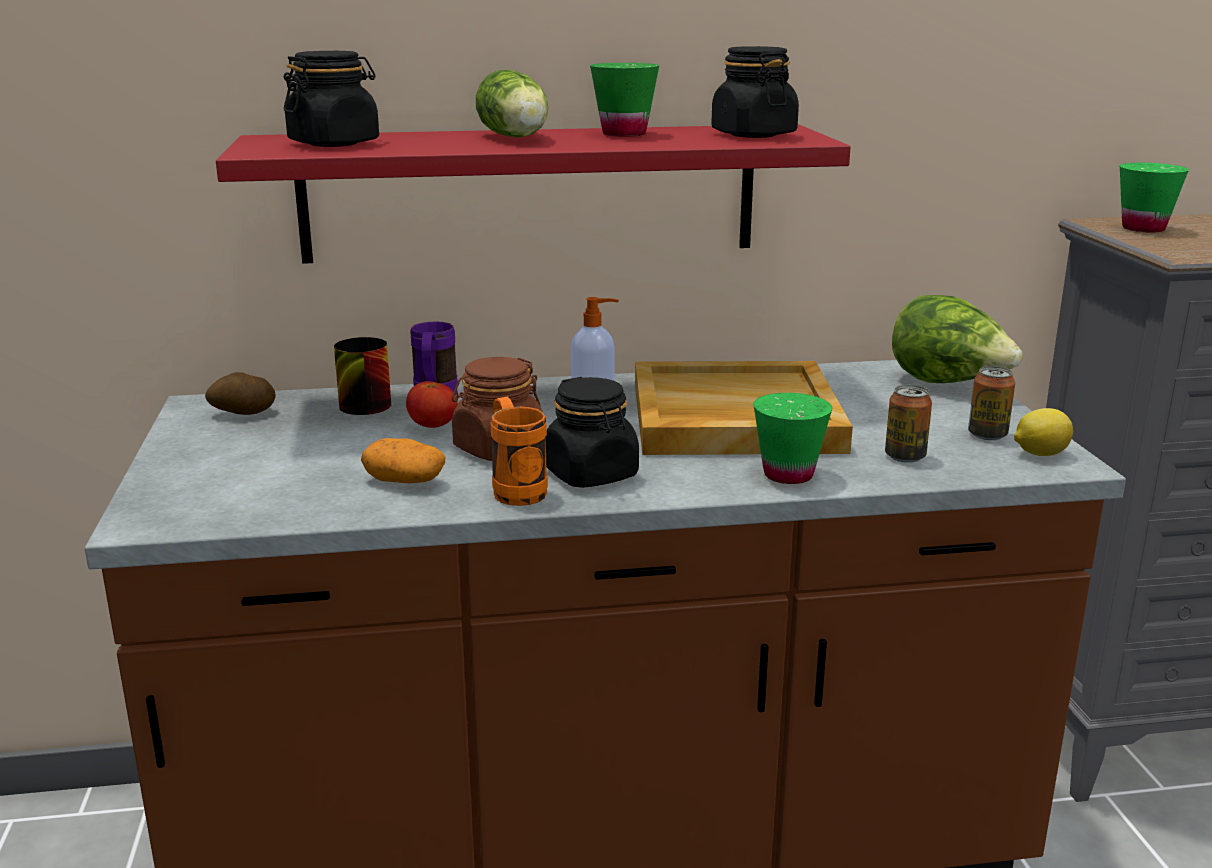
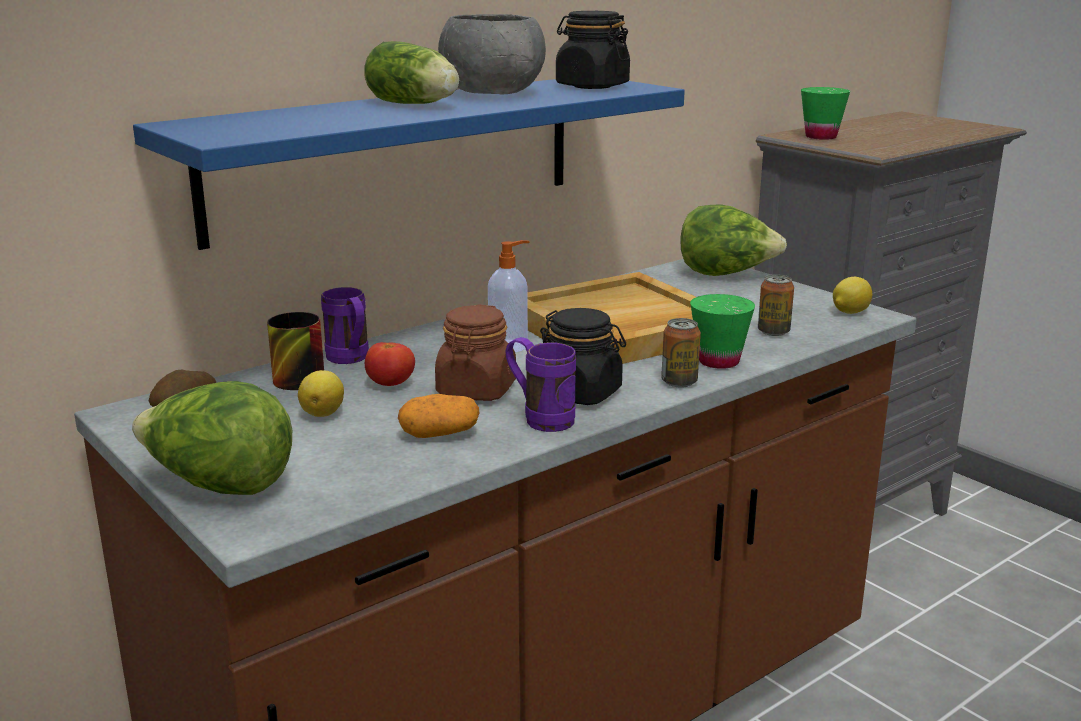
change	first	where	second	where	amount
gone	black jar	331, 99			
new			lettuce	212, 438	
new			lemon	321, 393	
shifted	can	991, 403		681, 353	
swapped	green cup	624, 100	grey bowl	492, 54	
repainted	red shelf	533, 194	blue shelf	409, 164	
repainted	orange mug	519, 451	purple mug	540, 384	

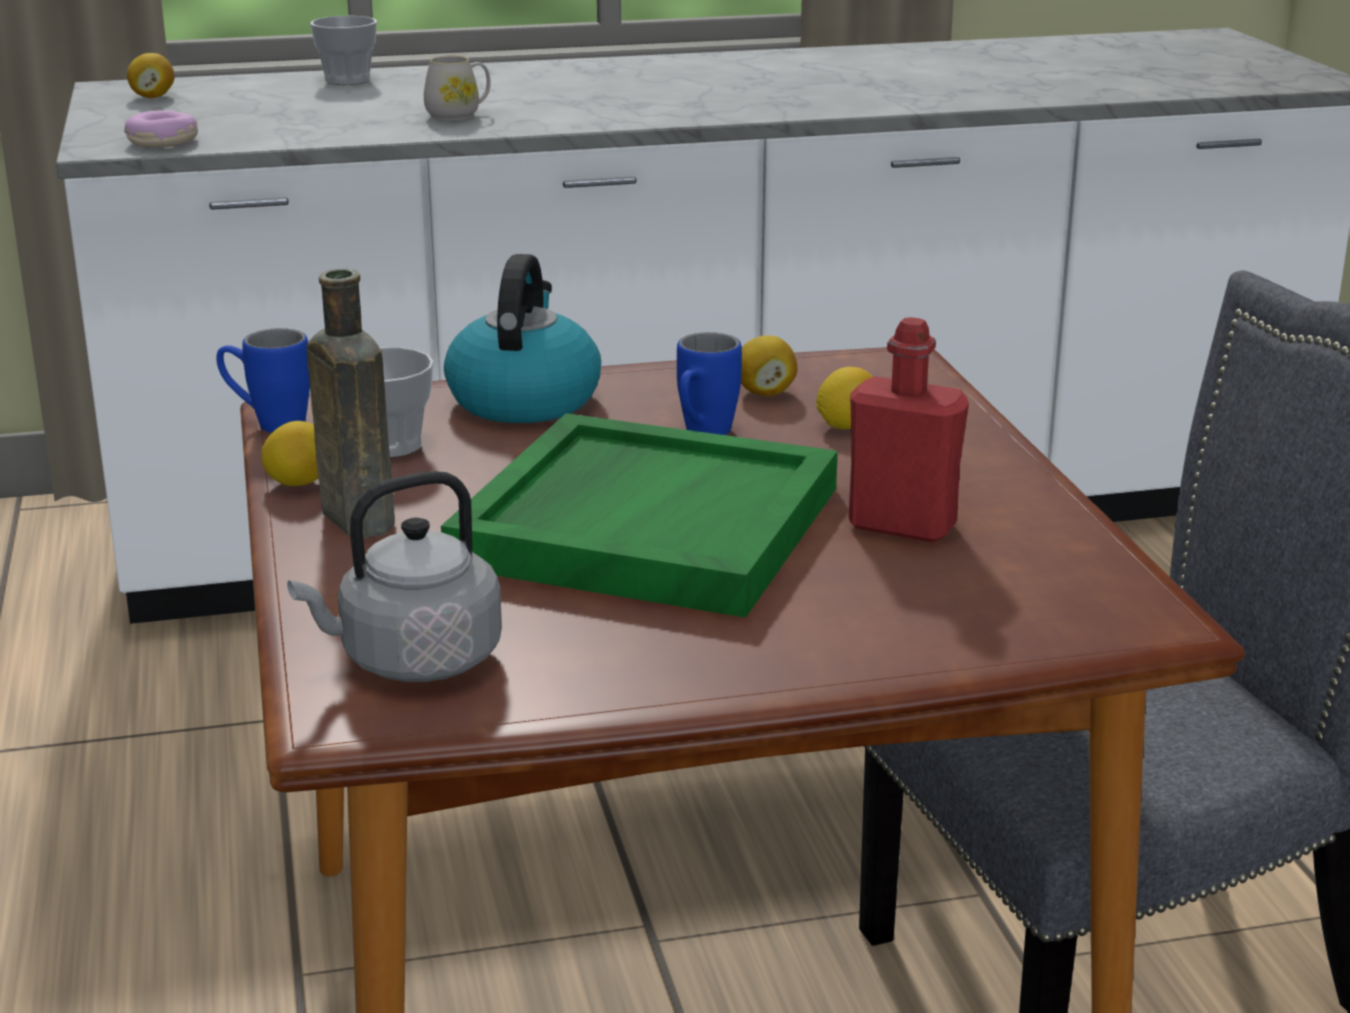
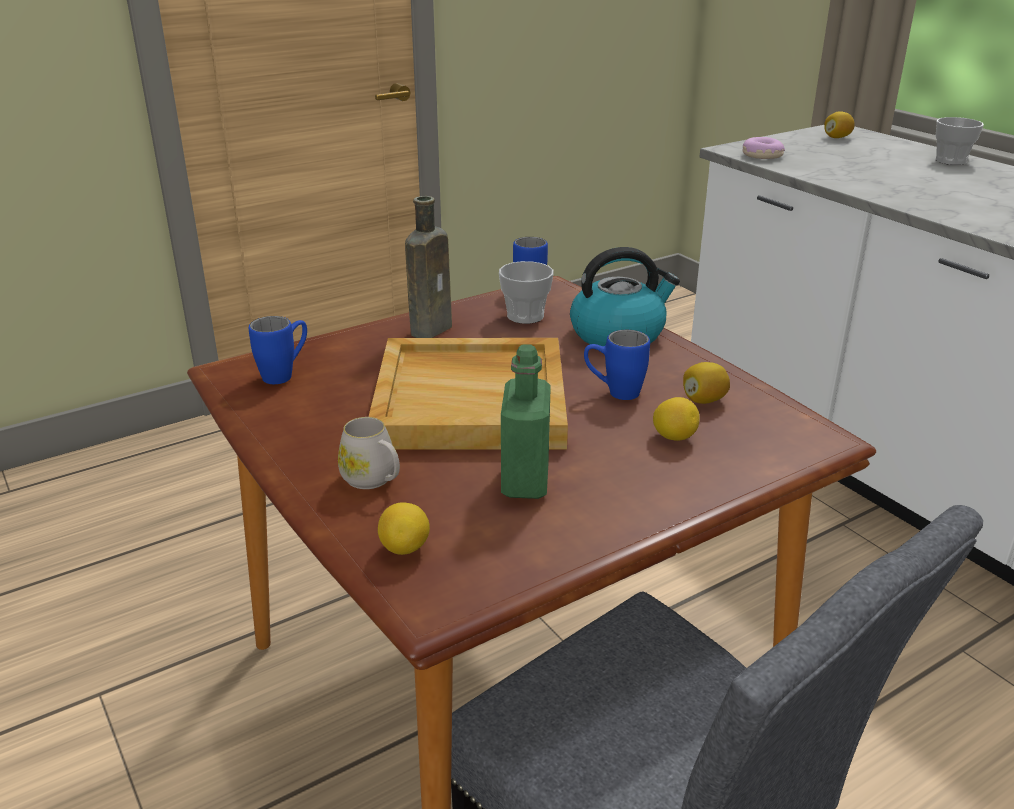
change	first	where	second	where	amount
shifted	lemon	289, 453		404, 528	
shifted	white mug	457, 88		369, 453	
swapped	grey kettle	394, 576	blue mug	278, 350	
repainted	green tray	639, 515	beige tray	468, 394	
repainted	red bottle	909, 430	green bottle	526, 421	

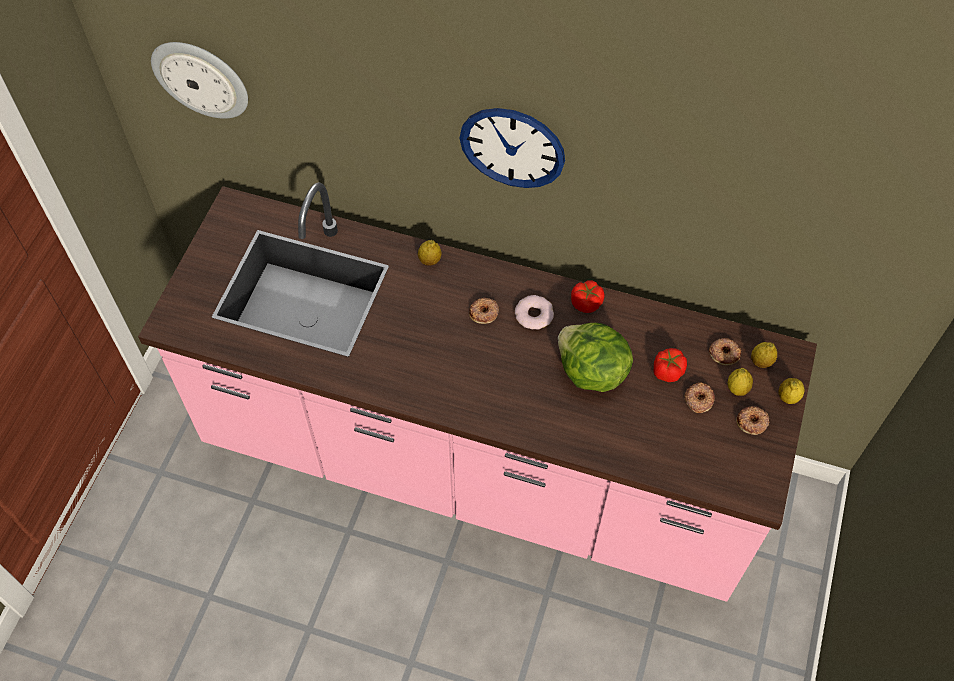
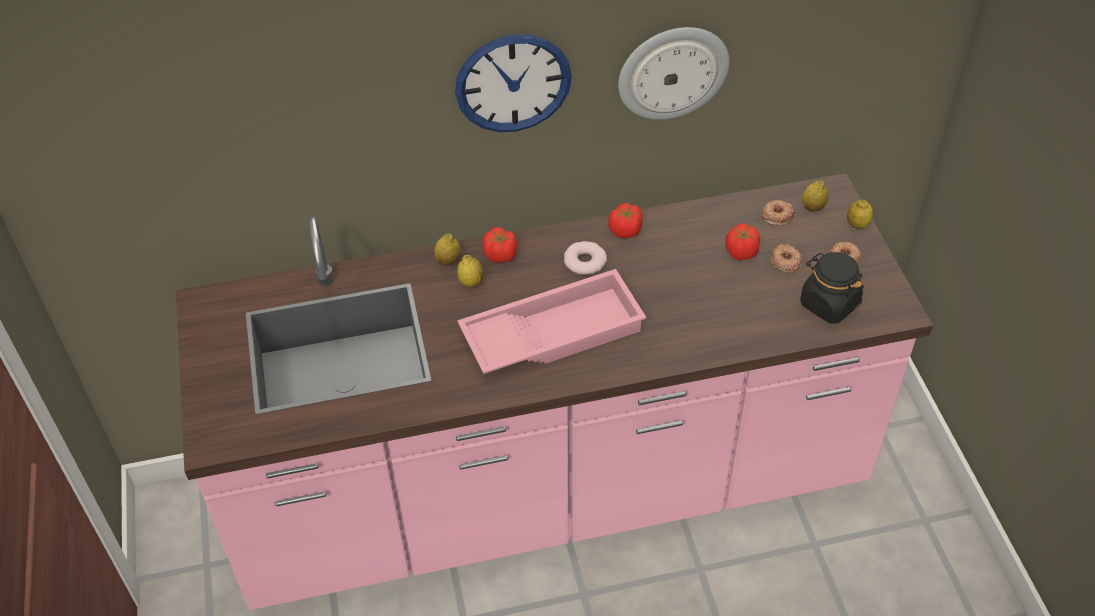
change	first	where	second	where	amount
gone	donut	484, 311			
gone	lettuce	595, 357			
new			pink tray	551, 321	
new			tomato	500, 245	
new			black jar	832, 288	
shifted	wall clock	199, 80		673, 73	
shifted	lemon	740, 382		470, 271	

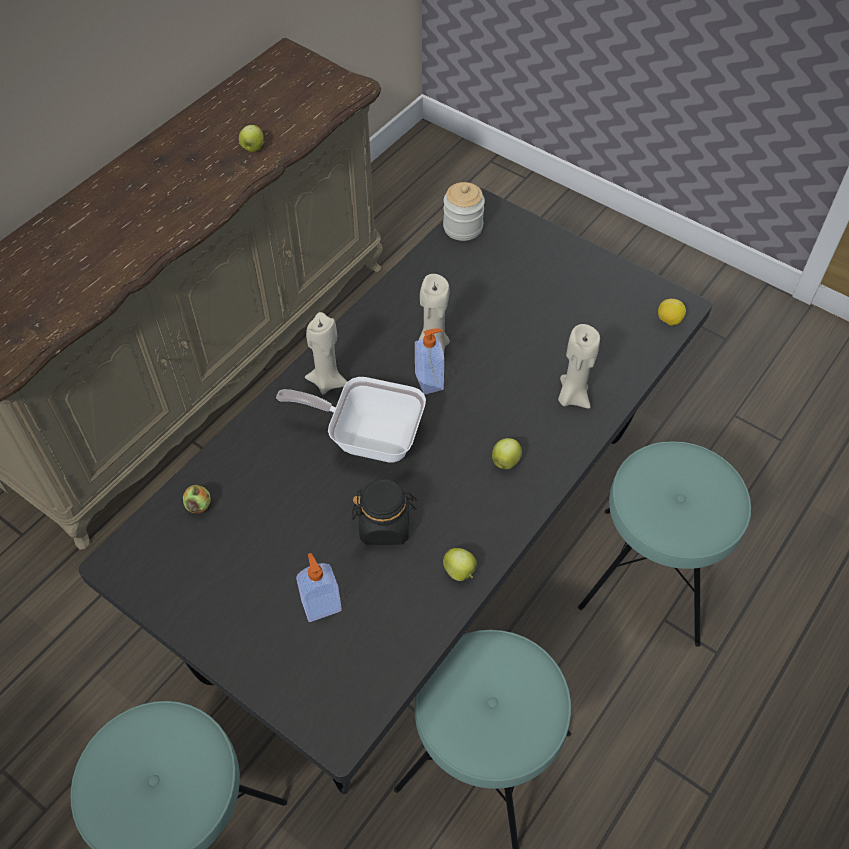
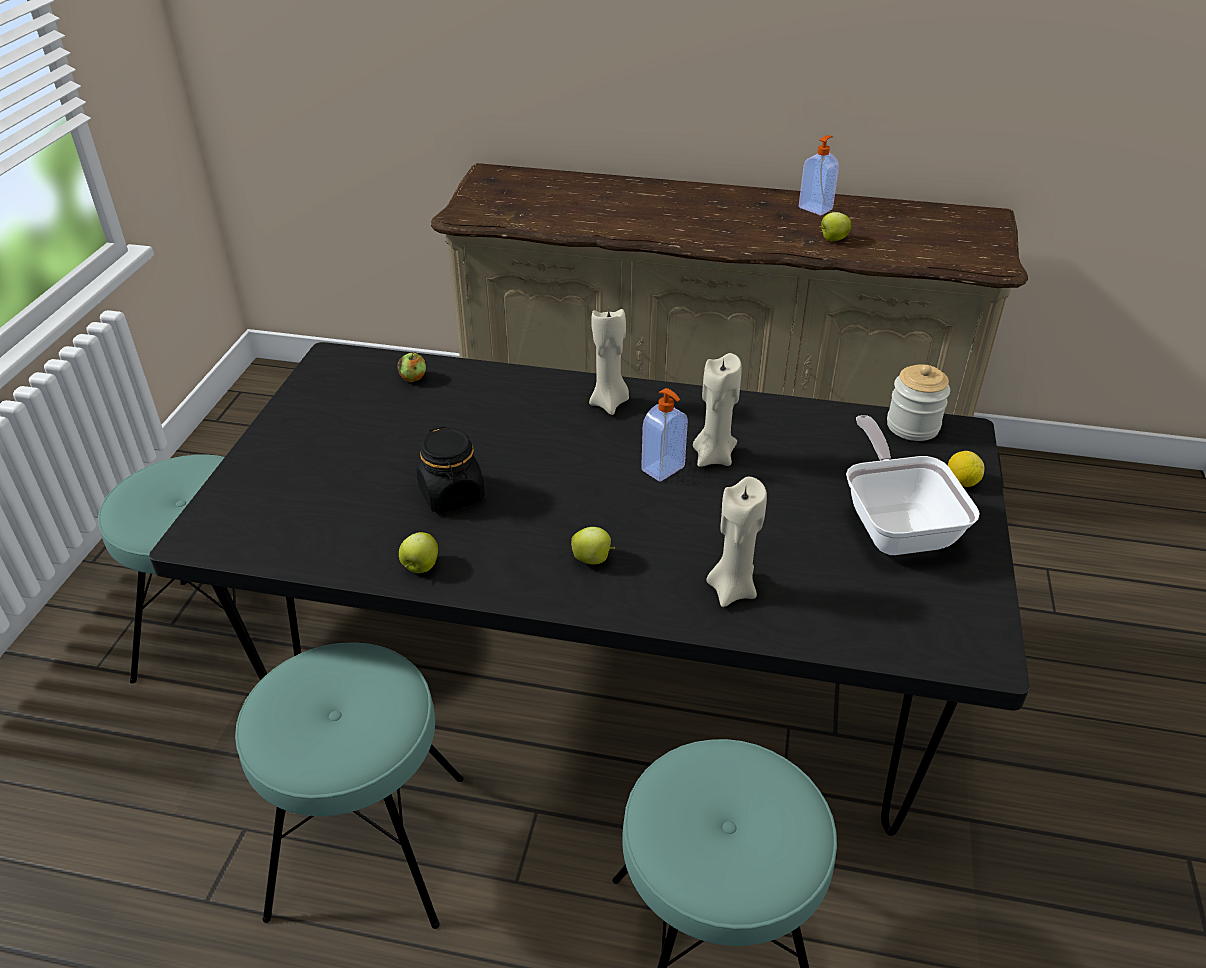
change	first	where	second	where	amount
shifted	frying pan	351, 420		913, 485	
shifted	soap dispenser	319, 587		819, 175	
shifted	lemon	672, 312		966, 469	

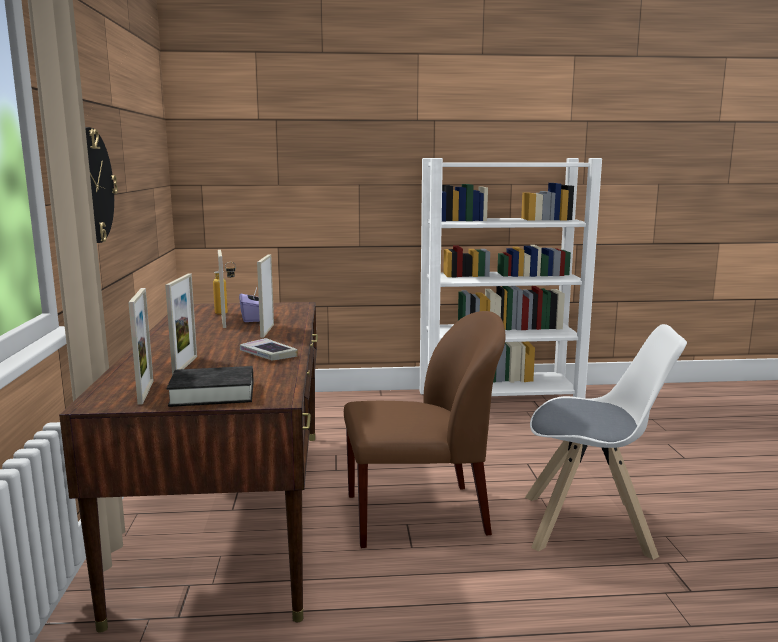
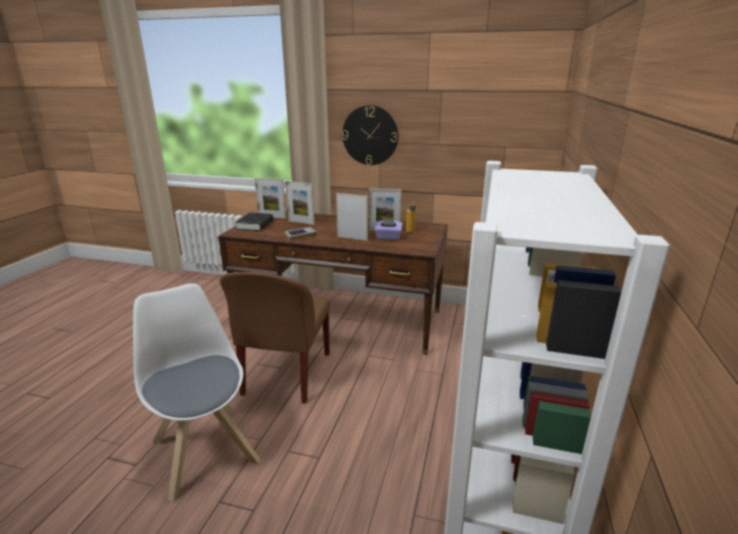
change	first	where	second	where	amount
rotated	chair	606, 442		196, 393	120 degrees clockwise

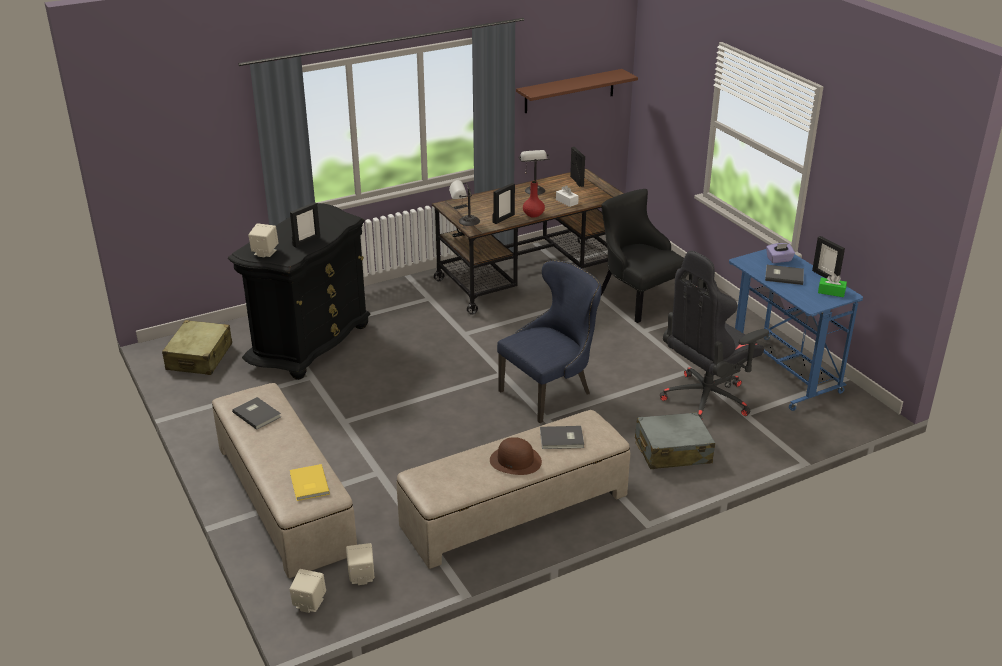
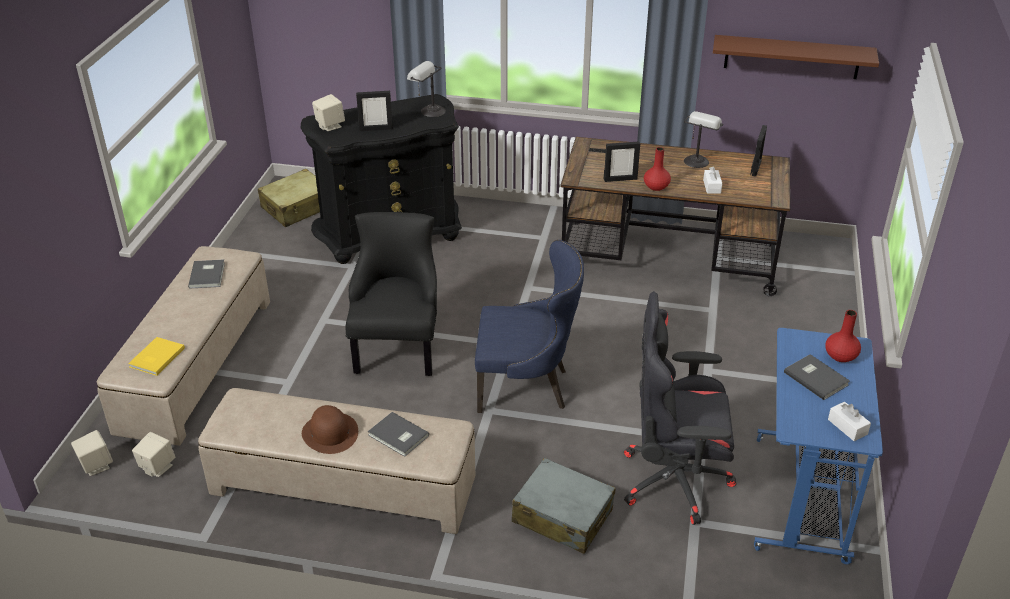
change	first	where	second	where	amount
gone	picture frame	828, 257			
shifted	table lamp	464, 203		426, 89	
shifted	black chair	642, 256		391, 294	
swapped	purple tissue box	780, 253	red vase	843, 336	
repainted	green tissue box	832, 285	white tissue box	849, 421	

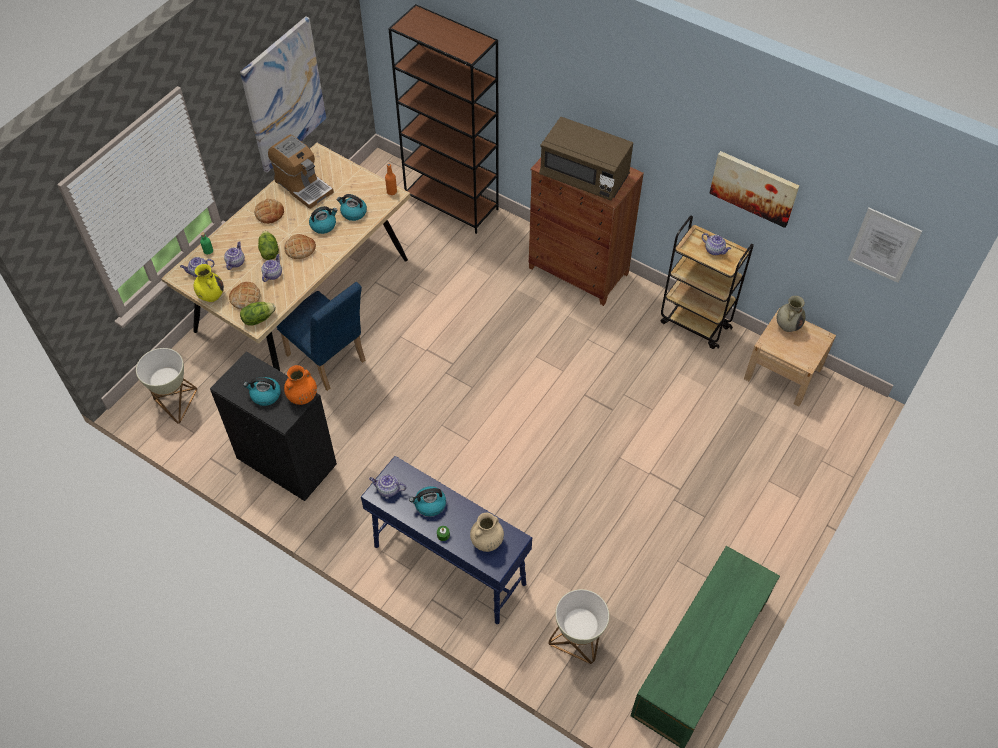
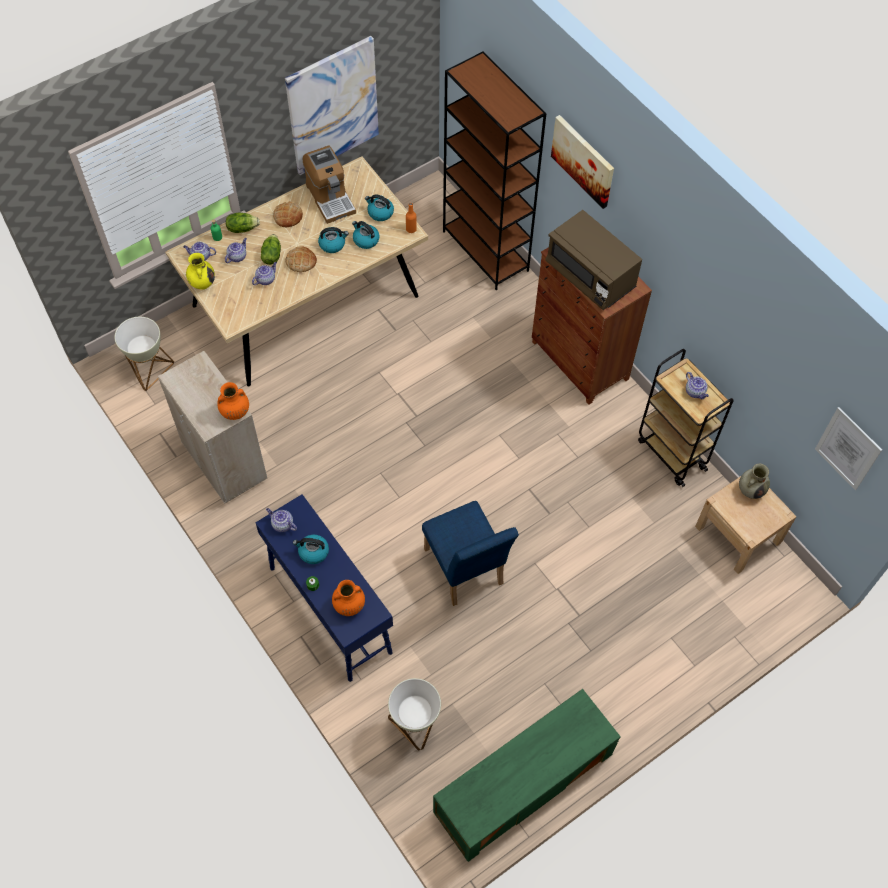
change	first	where	second	where	amount
gone	bread	245, 295			
shifted	lettuce	258, 313		243, 222	
shifted	kettle	262, 391		379, 207	
shifted	blue chair	321, 336		470, 553	
shifted	picture	754, 189		582, 162	
repainted	black cabinet	273, 426	beige cabinet	212, 427	
repainted	beige vase	487, 532	orange vase	348, 598	

